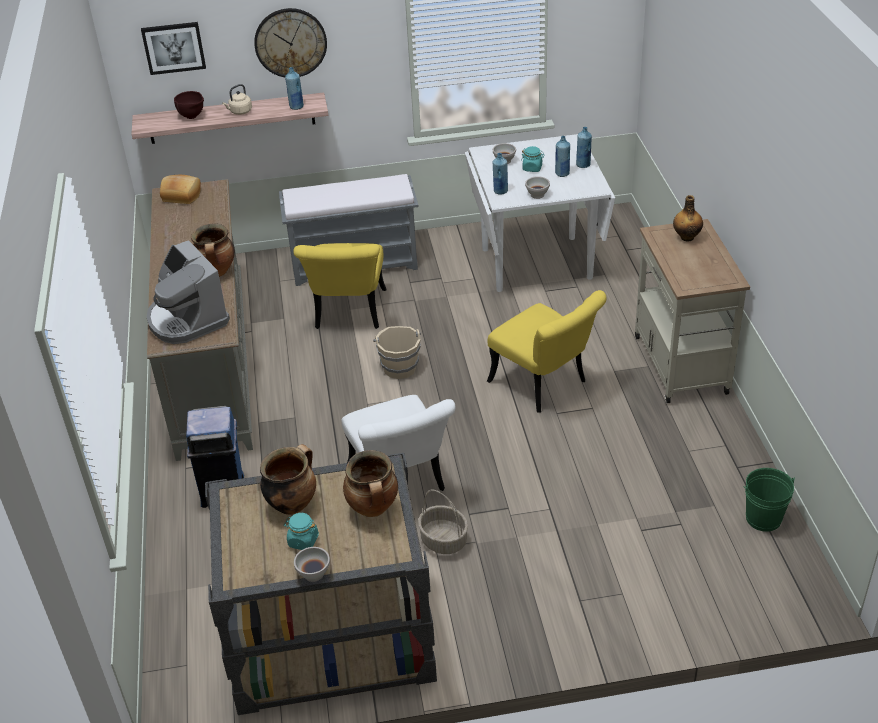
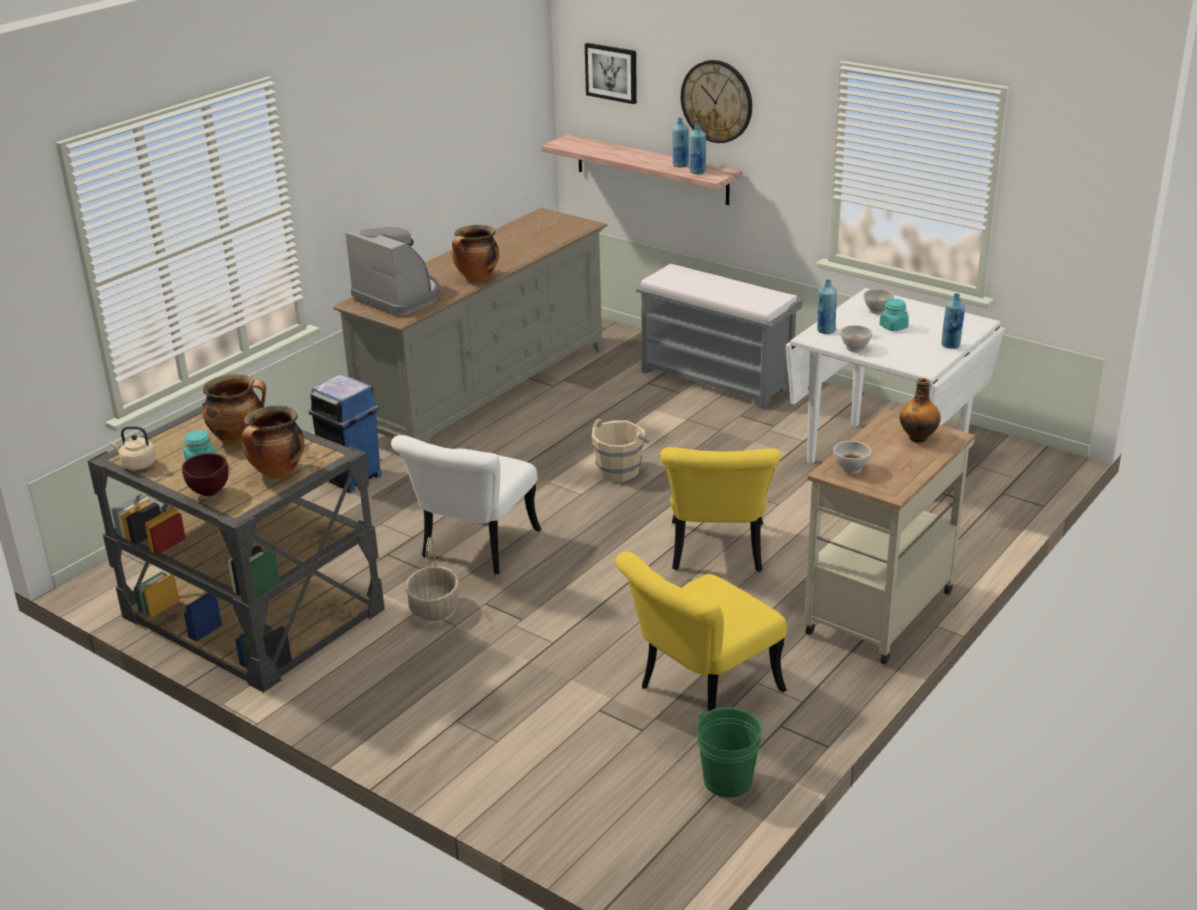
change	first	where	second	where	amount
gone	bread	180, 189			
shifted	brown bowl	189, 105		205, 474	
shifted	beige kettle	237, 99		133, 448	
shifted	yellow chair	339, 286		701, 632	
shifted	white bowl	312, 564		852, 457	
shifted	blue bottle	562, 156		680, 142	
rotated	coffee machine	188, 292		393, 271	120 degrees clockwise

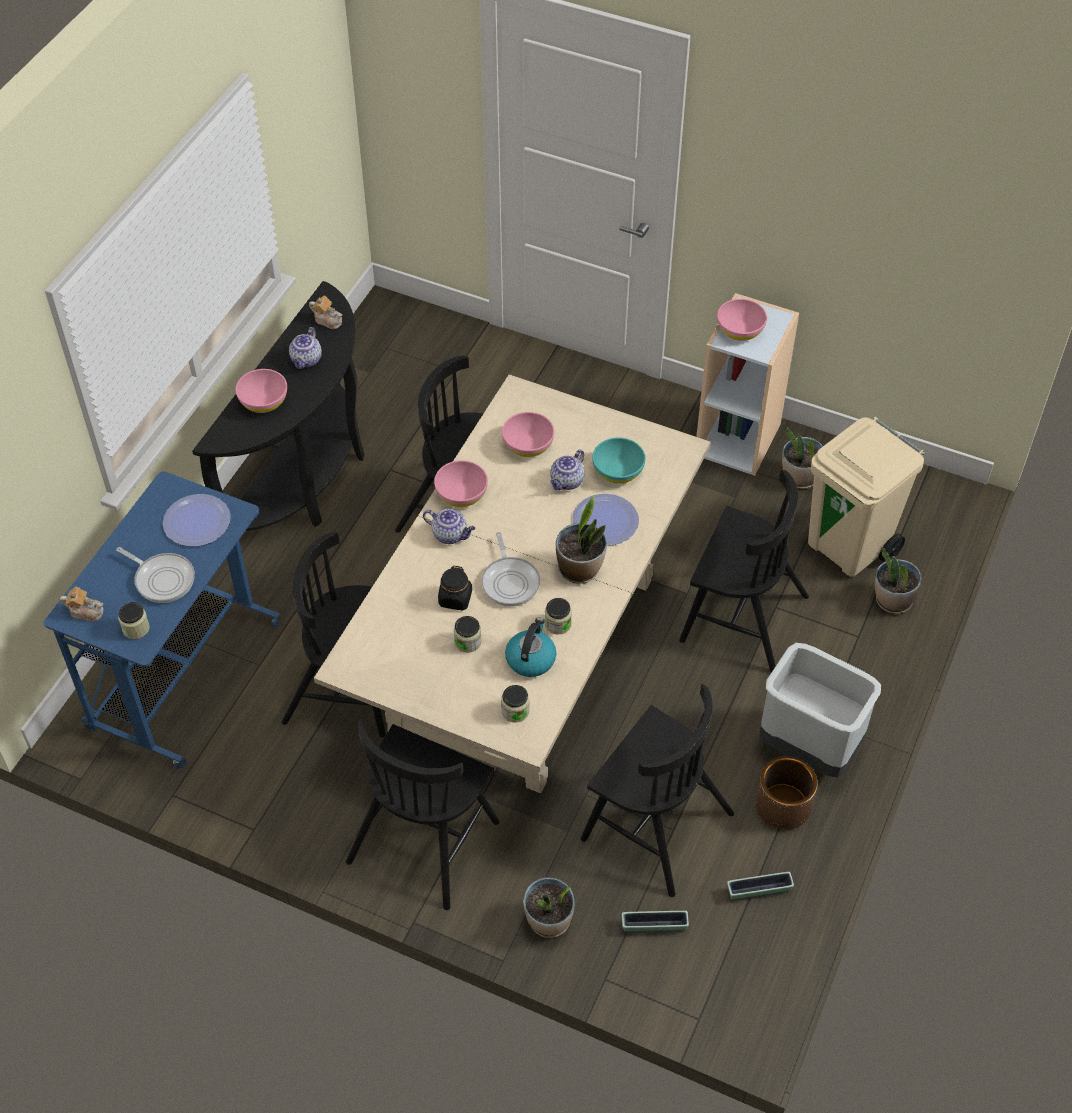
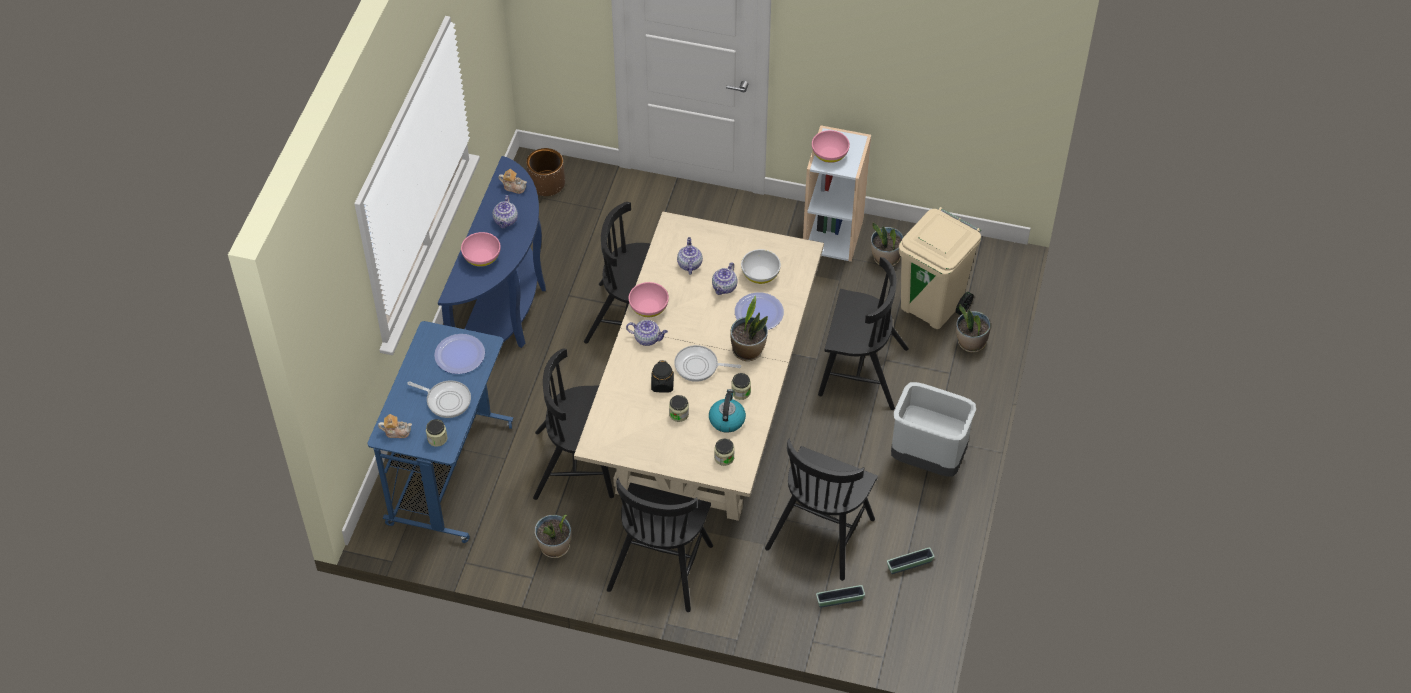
change	first	where	second	where	amount
shifted	potted plant	549, 907		552, 536	
shifted	brown planter	786, 793		545, 172	
swapped	pink bowl	528, 434	teapot	690, 256	
repainted	black console table	278, 406	blue console table	492, 252	
repainted	turquoise bowl	619, 460	white bowl	761, 266	
rotated	frying pan	510, 569		707, 363	120 degrees clockwise
rotated	black chair	657, 790		821, 509	90 degrees clockwise

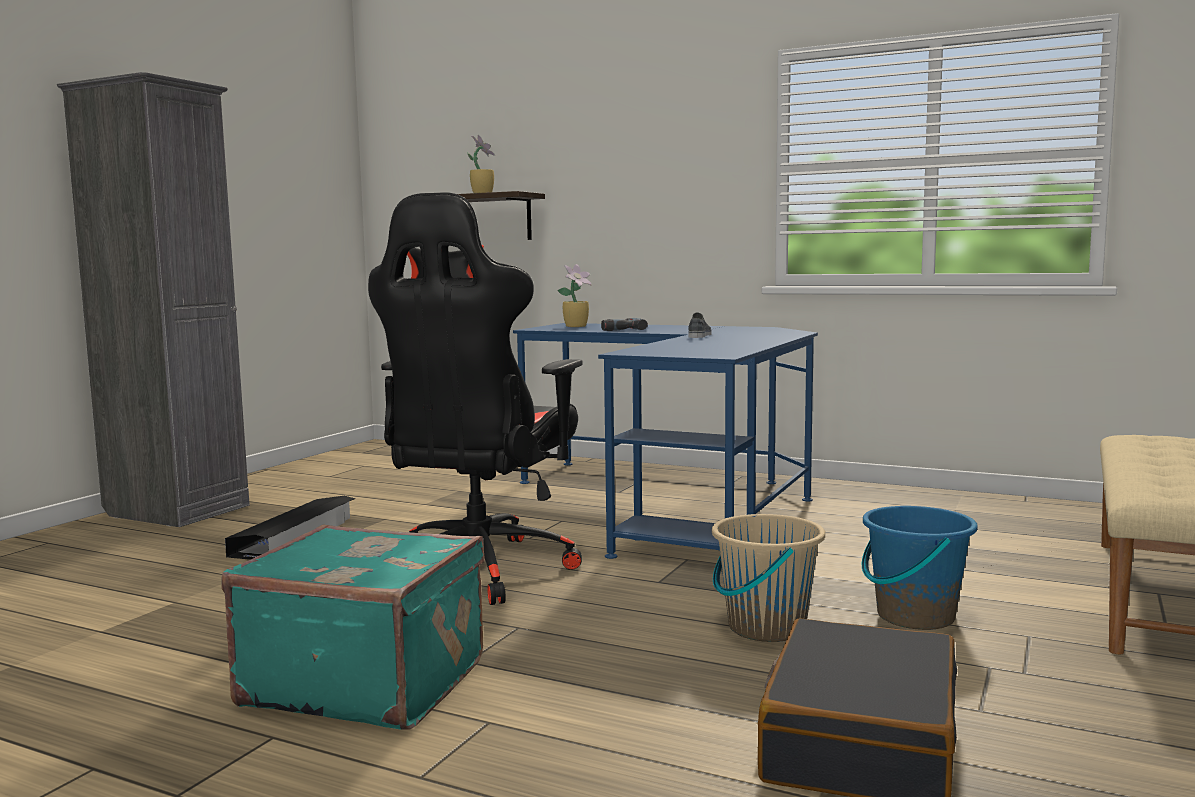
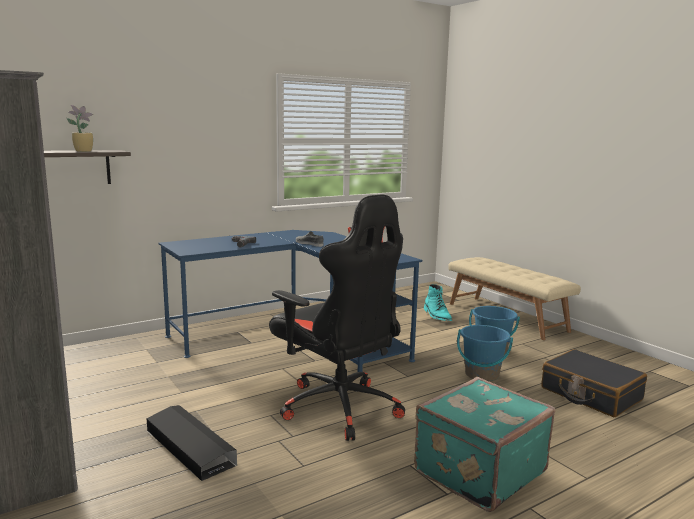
change	first	where	second	where	amount
gone	potted plant	574, 295			
new			turquoise boot	438, 302	
repainted	beige bucket	768, 578	blue bucket	485, 353	

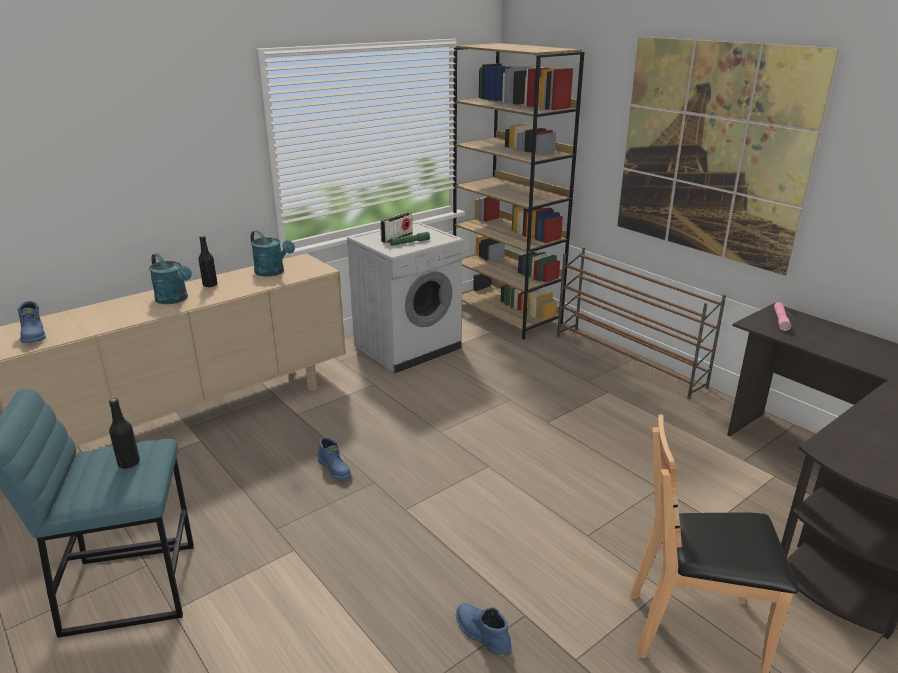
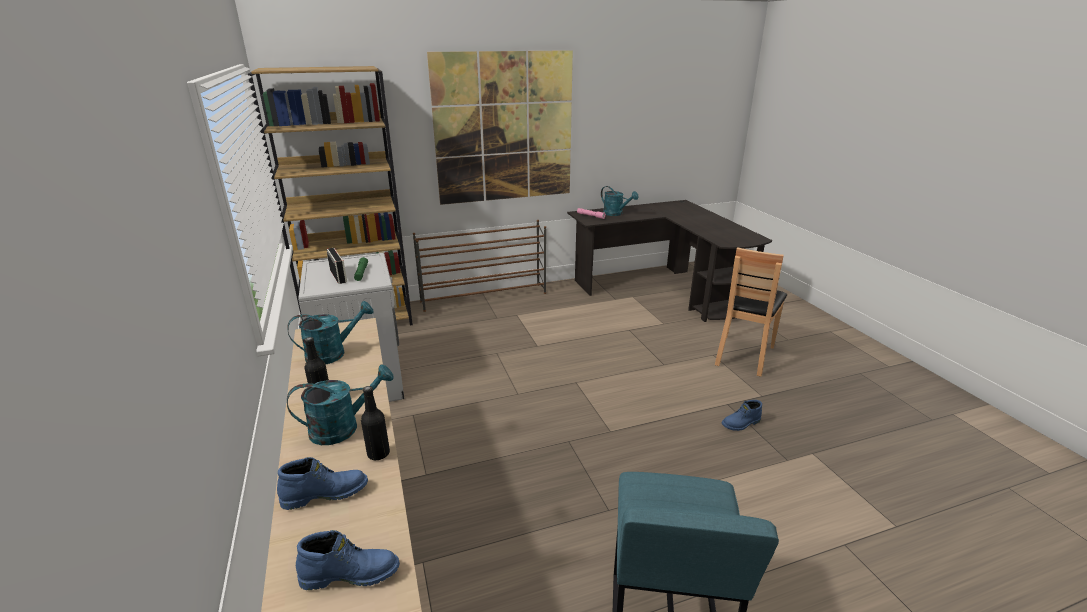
change	first	where	second	where	amount
new			turquoise watering can	620, 201	
shifted	black bottle	124, 433		375, 423	
shifted	blue boot	334, 458		322, 483	

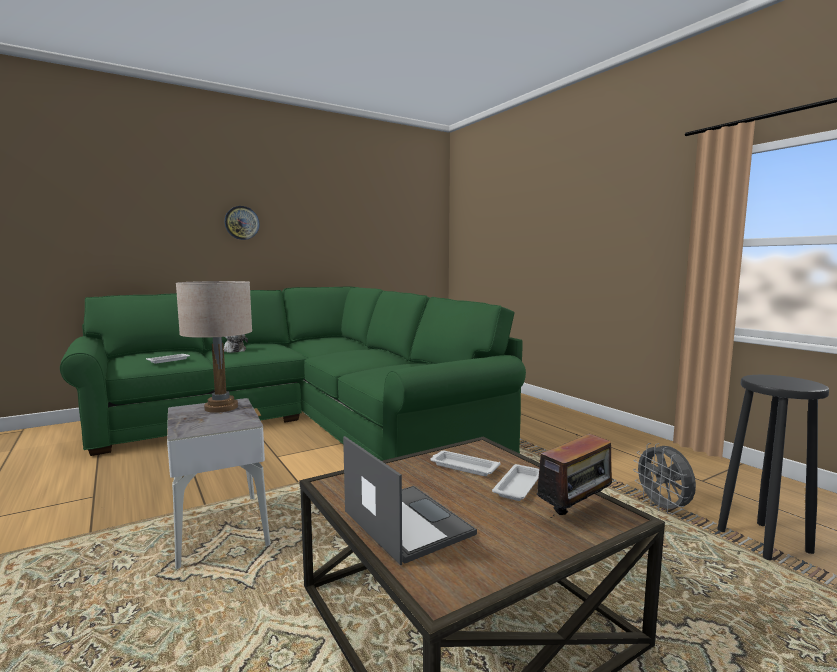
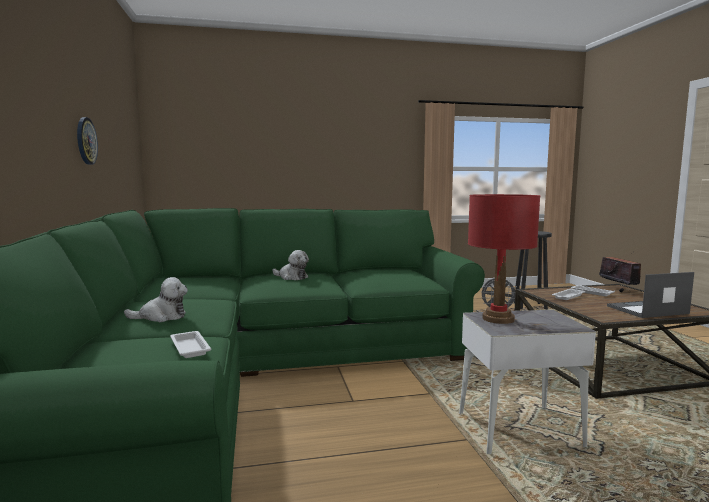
change	first	where	second	where	amount
new			plush toy	290, 265	
shifted	wall clock	242, 223		87, 141	
repainted	beige table lamp	214, 347	red table lamp	504, 259	

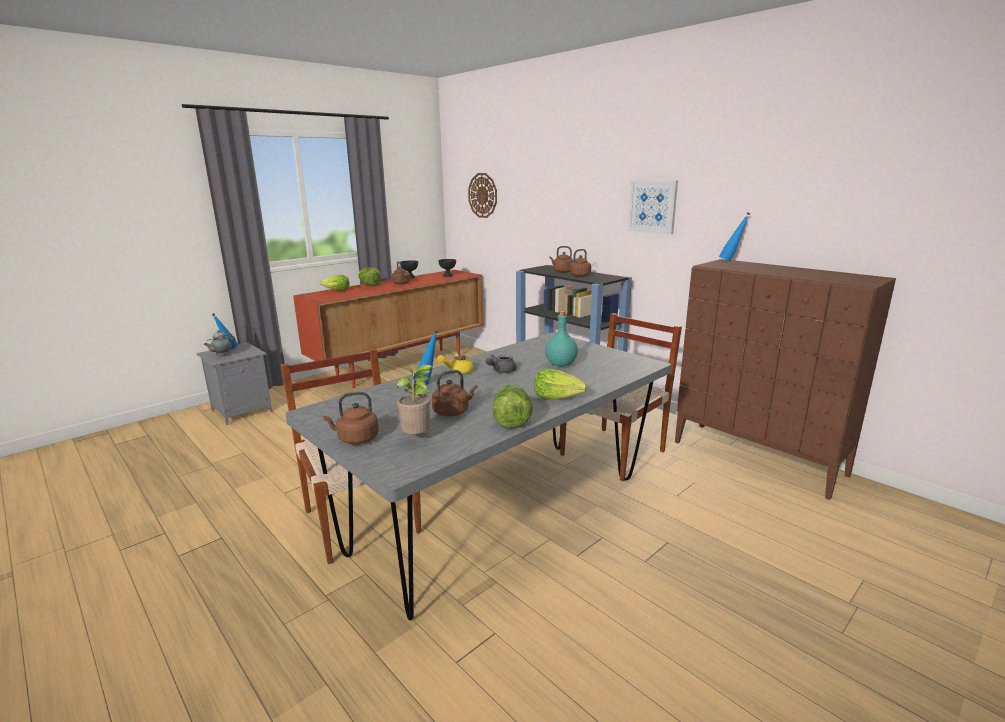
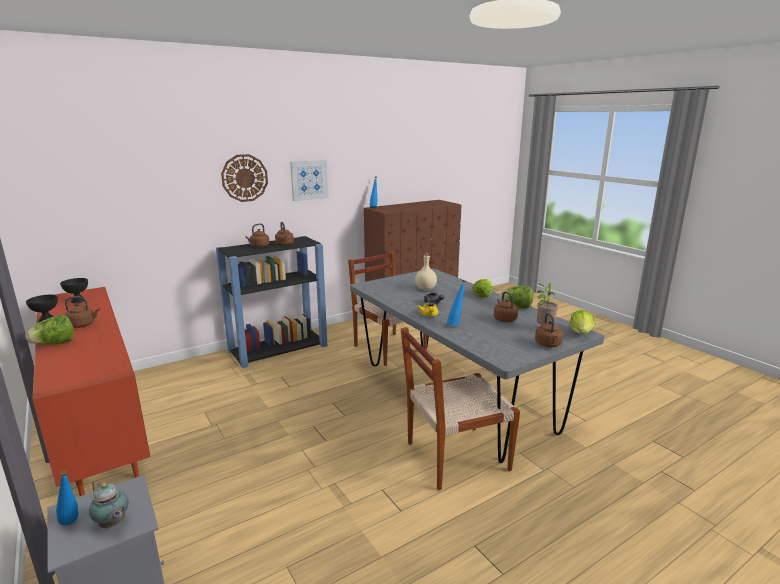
change	first	where	second	where	amount
shifted	lettuce	335, 283		582, 322	
shifted	wall clock	482, 195		244, 178	
repainted	turquoise bottle	562, 339	beige bottle	426, 271	

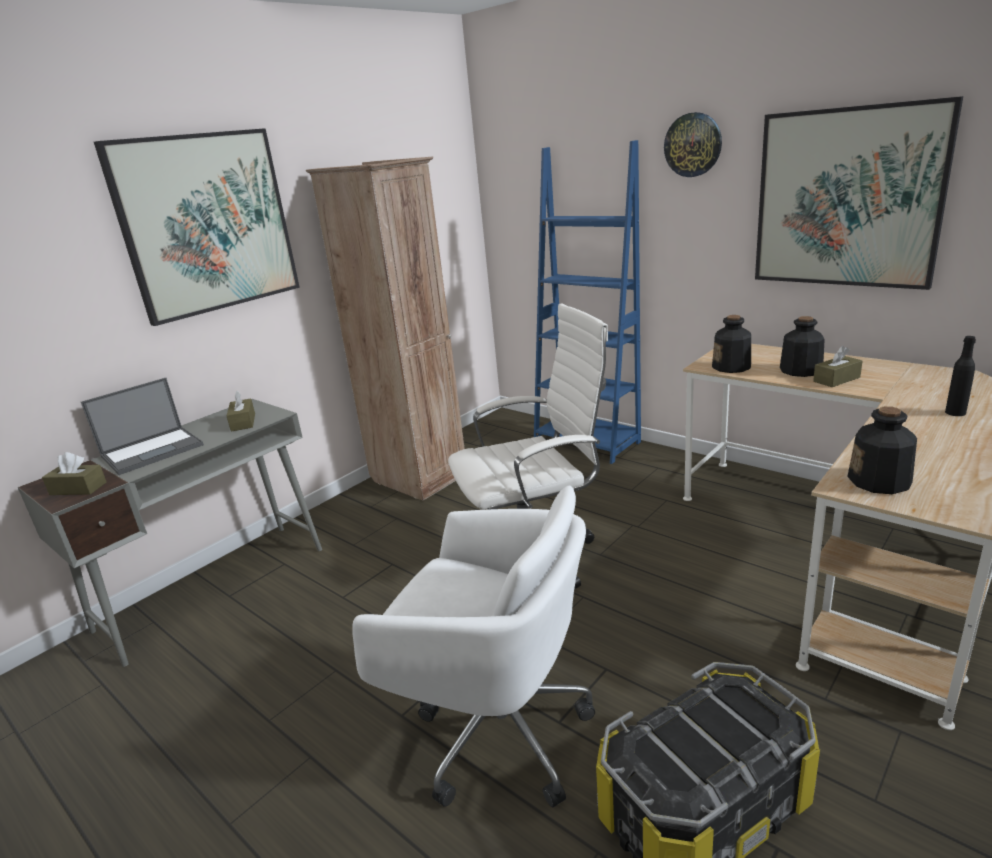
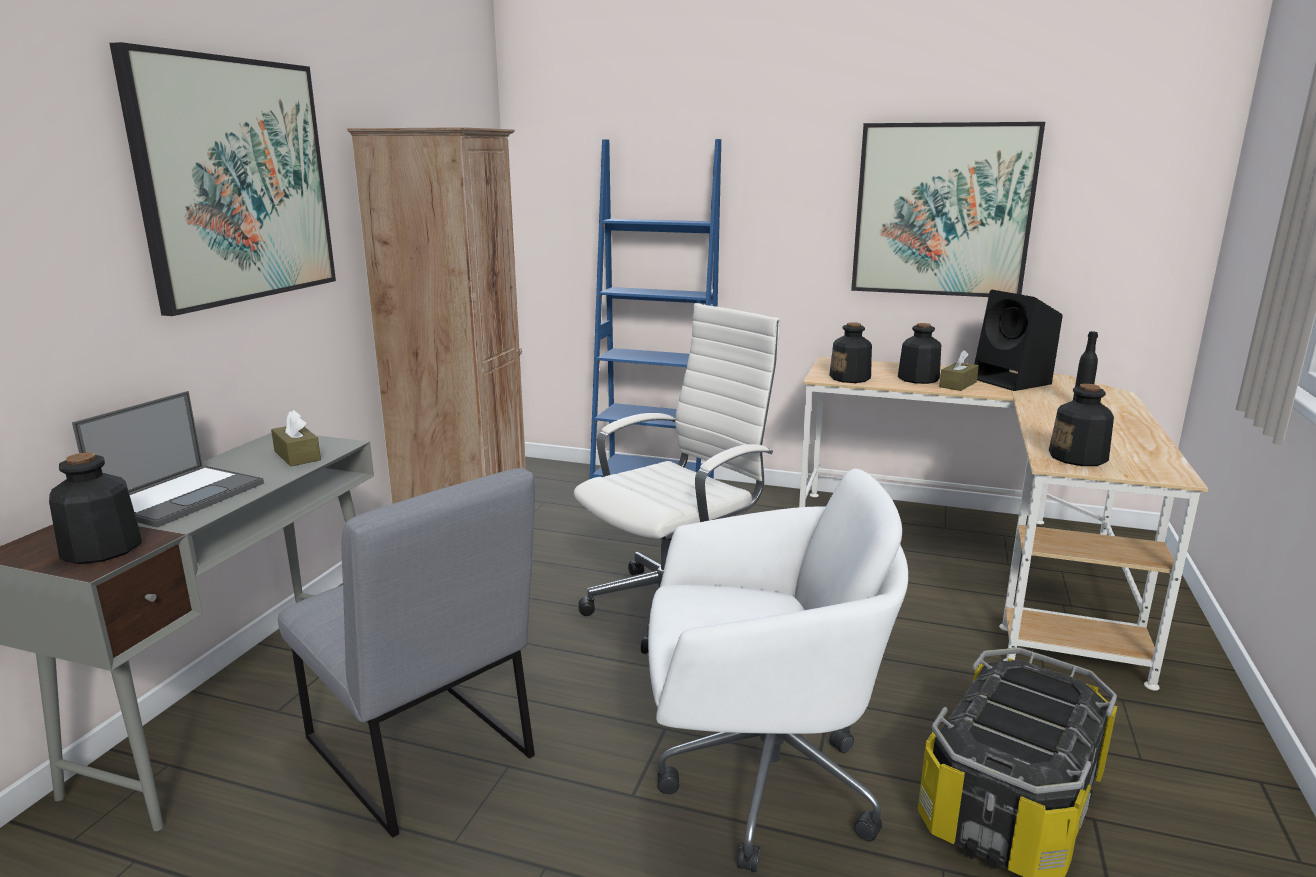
change	first	where	second	where	amount
gone	wall clock	693, 144			
new			grey chair	406, 653	
new			black speaker	1018, 340	
swapped	brown tissue box	74, 473	bottle	95, 508	

